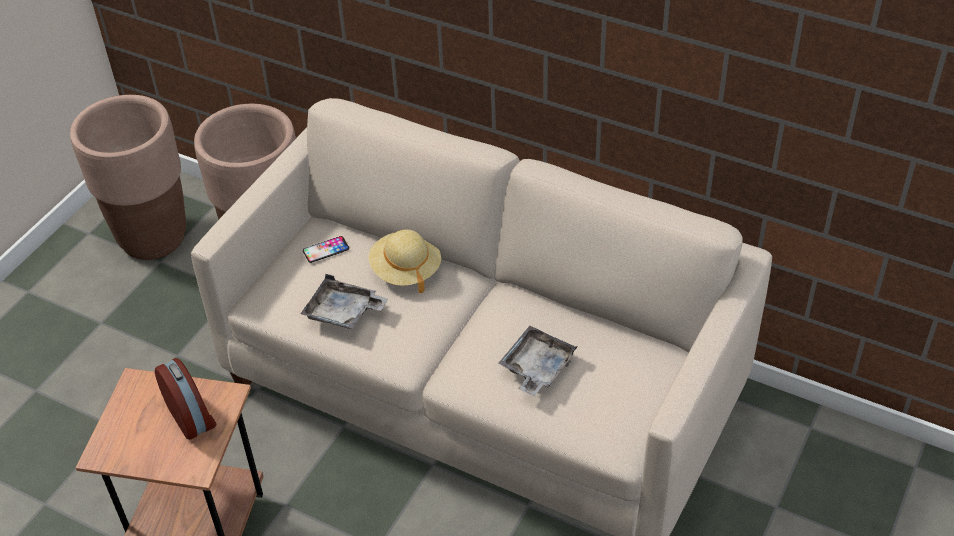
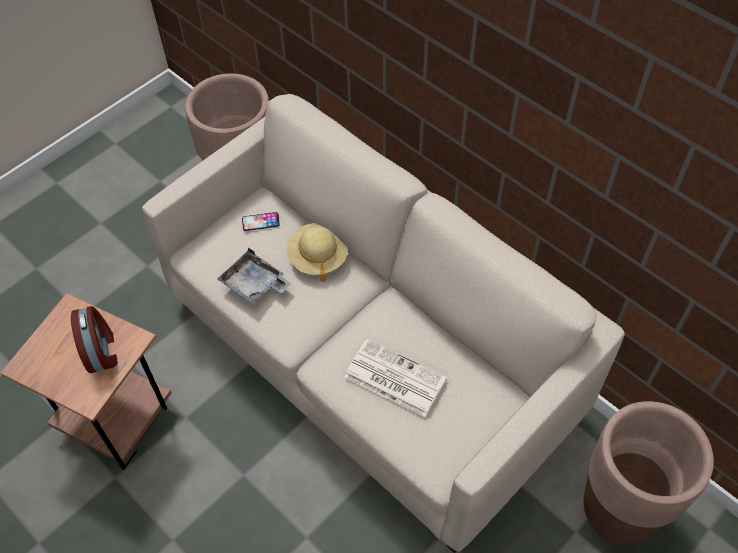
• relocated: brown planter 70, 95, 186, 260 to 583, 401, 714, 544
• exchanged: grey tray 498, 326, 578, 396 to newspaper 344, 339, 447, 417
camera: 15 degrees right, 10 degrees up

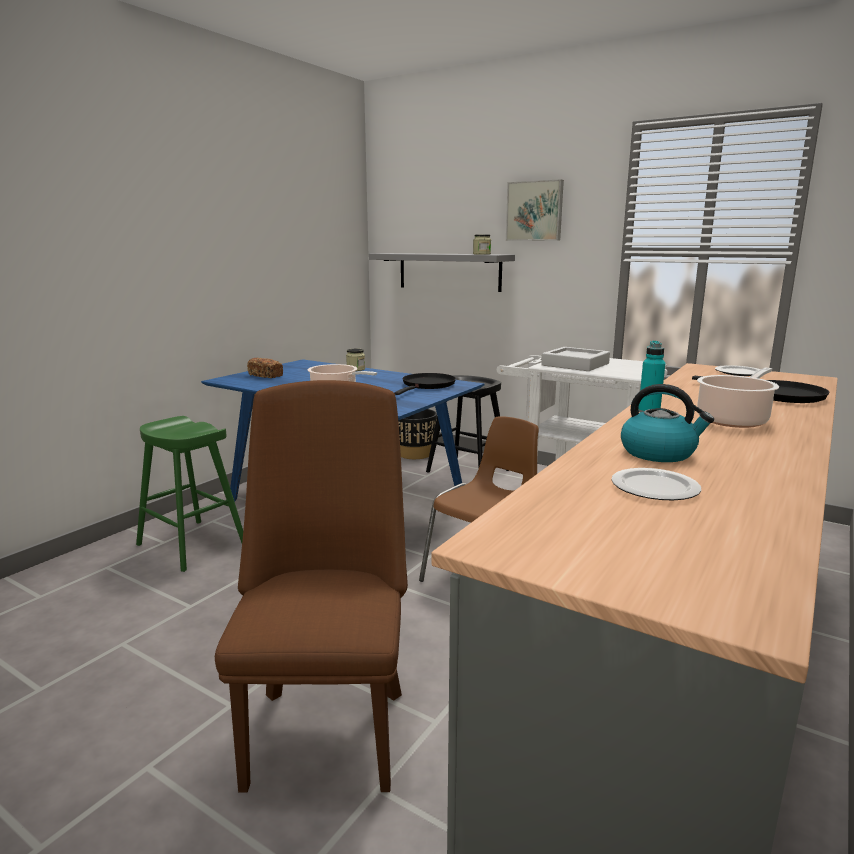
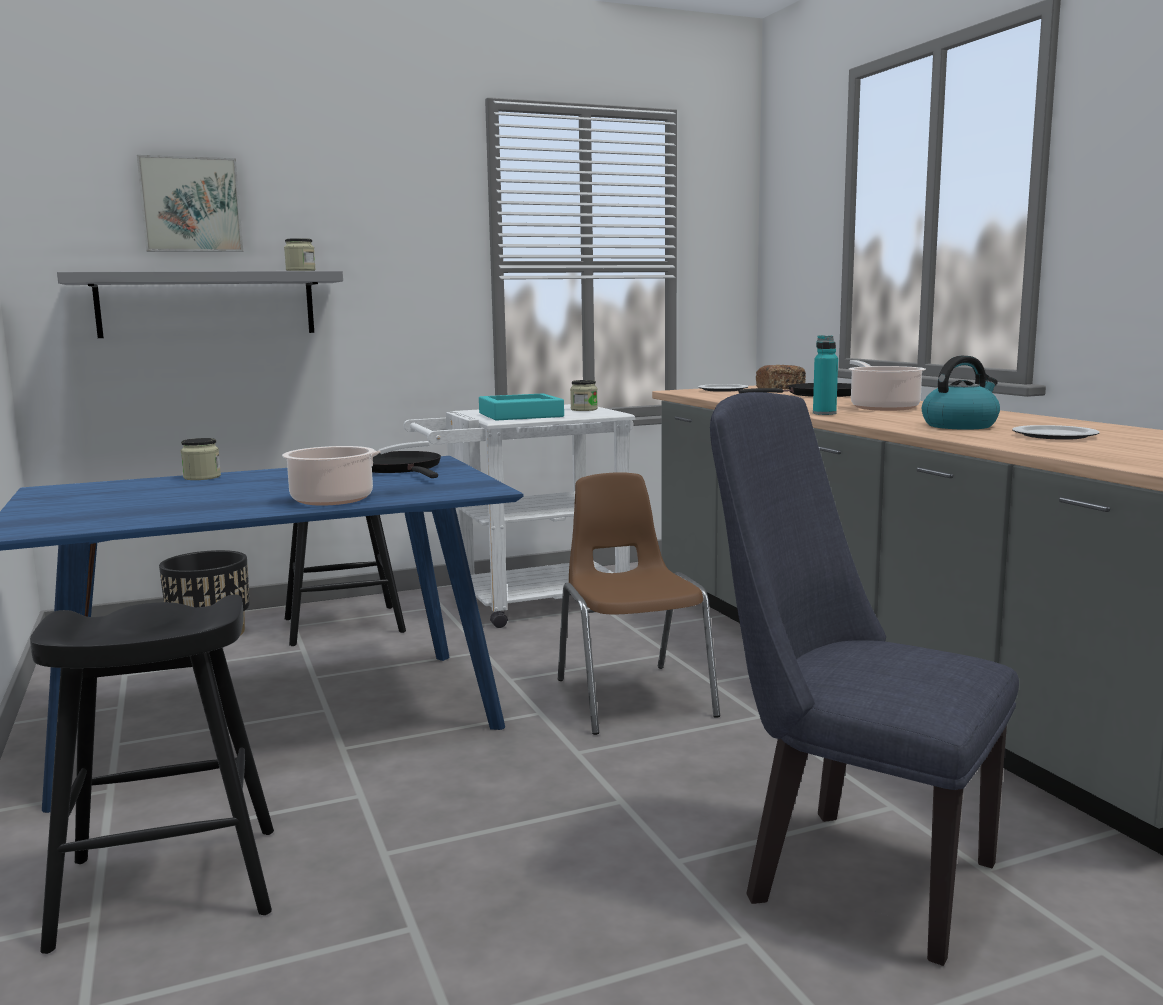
• colour: green stool 136, 416, 243, 572 to black stool 30, 594, 274, 954
• colour: brown chair 215, 380, 408, 793 to blue chair 710, 392, 1019, 966
• relocated: bread 247, 358, 283, 378 to 756, 365, 806, 389
• relocated: picture 506, 179, 564, 241 to 137, 155, 243, 252
• colour: grey tray 541, 347, 610, 371 to turquoise tray 479, 393, 564, 421
• appeared: jar 570, 380, 598, 411
camera: 55 degrees left, 5 degrees down

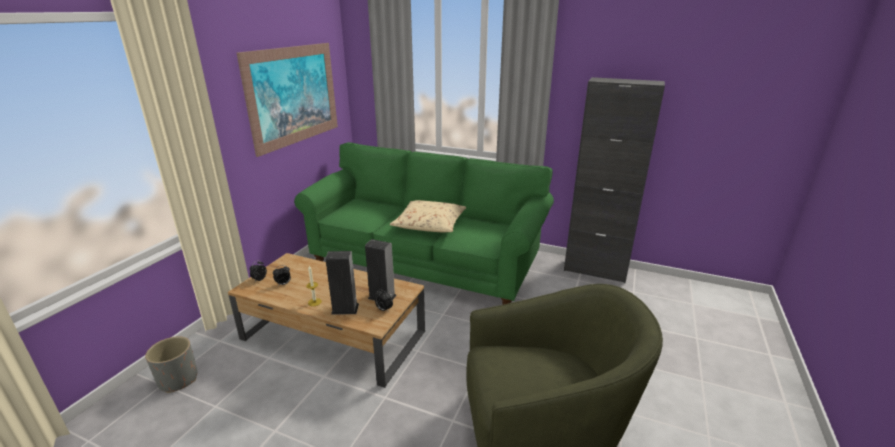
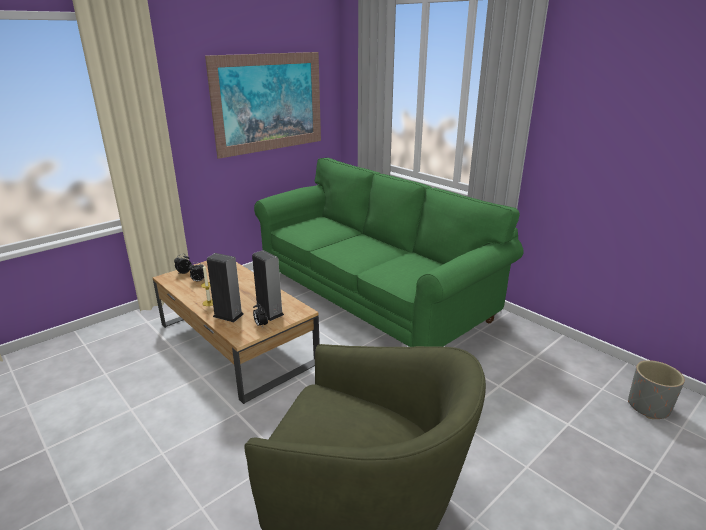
• relocated: grey planter 145, 336, 198, 393 to 628, 360, 685, 419
• missing: beige pillow 390, 200, 466, 233
• missing: black cabinet 564, 77, 665, 283
camera: 25 degrees right, 0 degrees up

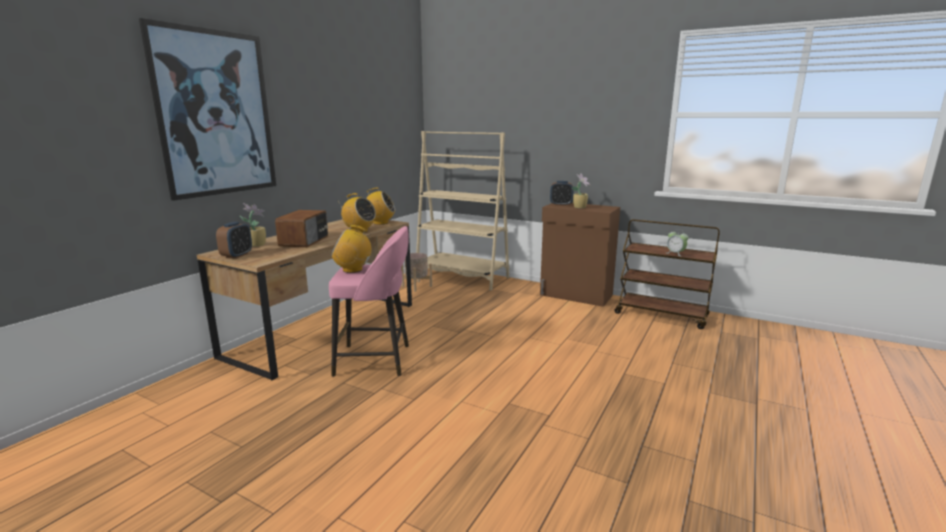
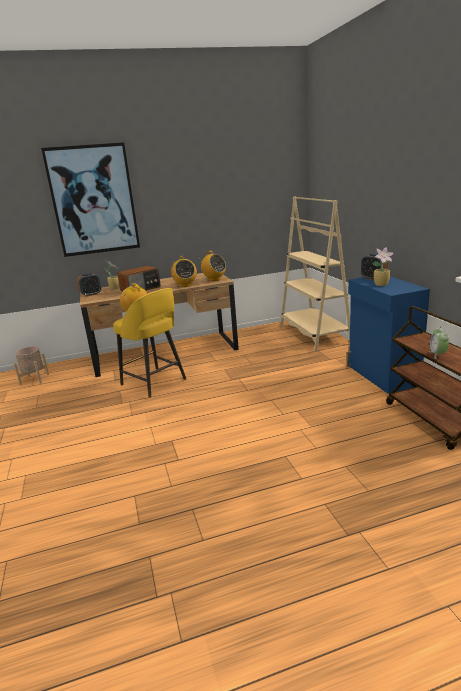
• colour: pink stool 329, 226, 409, 377 to yellow stool 113, 288, 186, 398
• relocated: beige planter 401, 253, 432, 292 to 14, 347, 49, 385
• colour: brown cabinet 540, 203, 620, 307 to blue cabinet 347, 276, 430, 394
camera: 45 degrees right, 5 degrees up

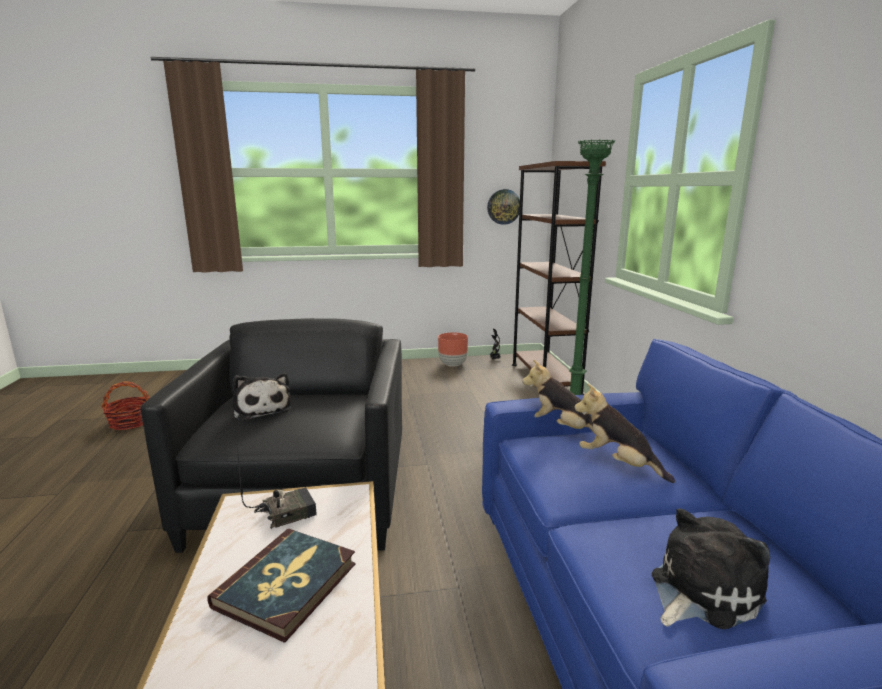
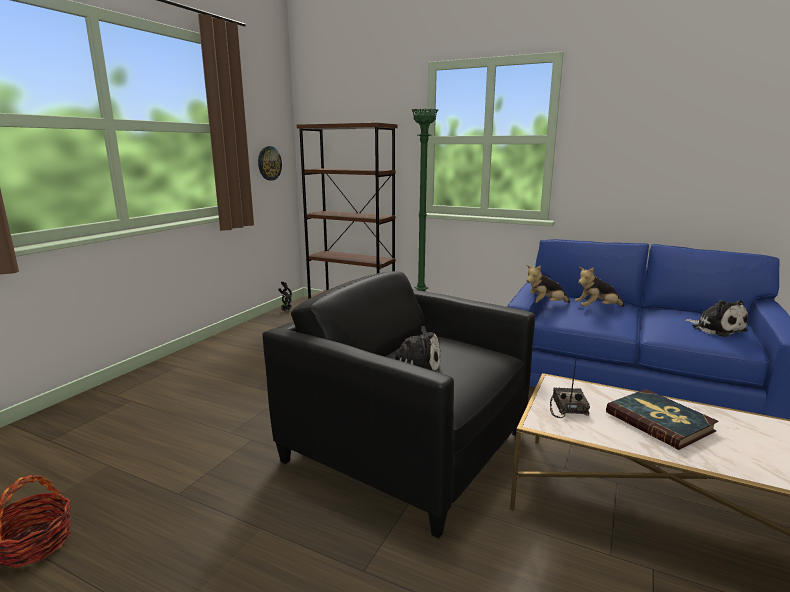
• missing: brown planter 438, 332, 468, 367
• spun: plush toy 652, 508, 770, 629 = 685, 300, 748, 337 150 degrees clockwise
camera: 55 degrees left, 0 degrees up

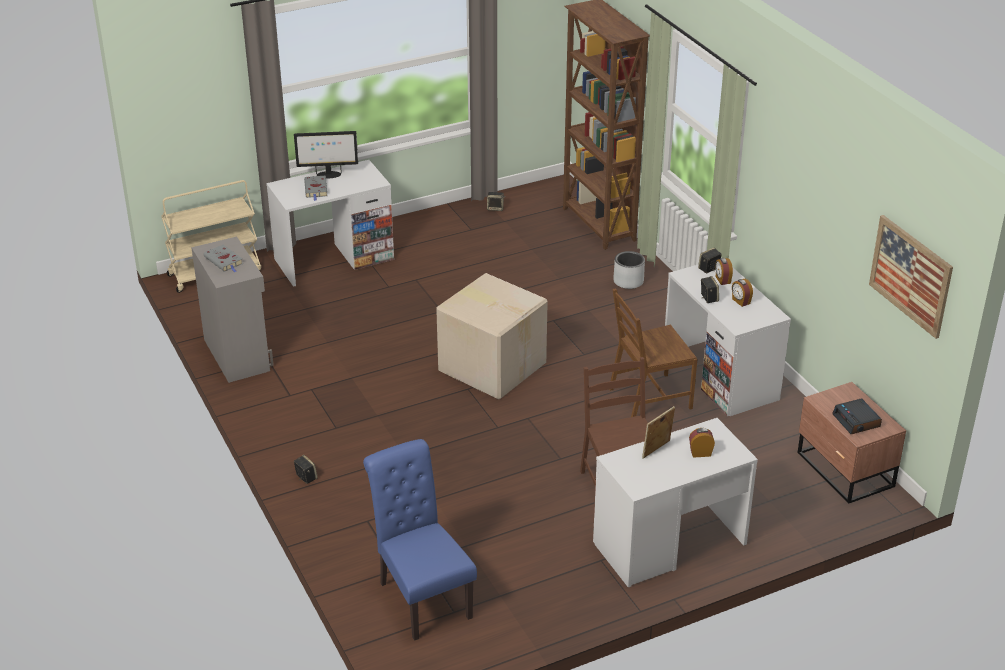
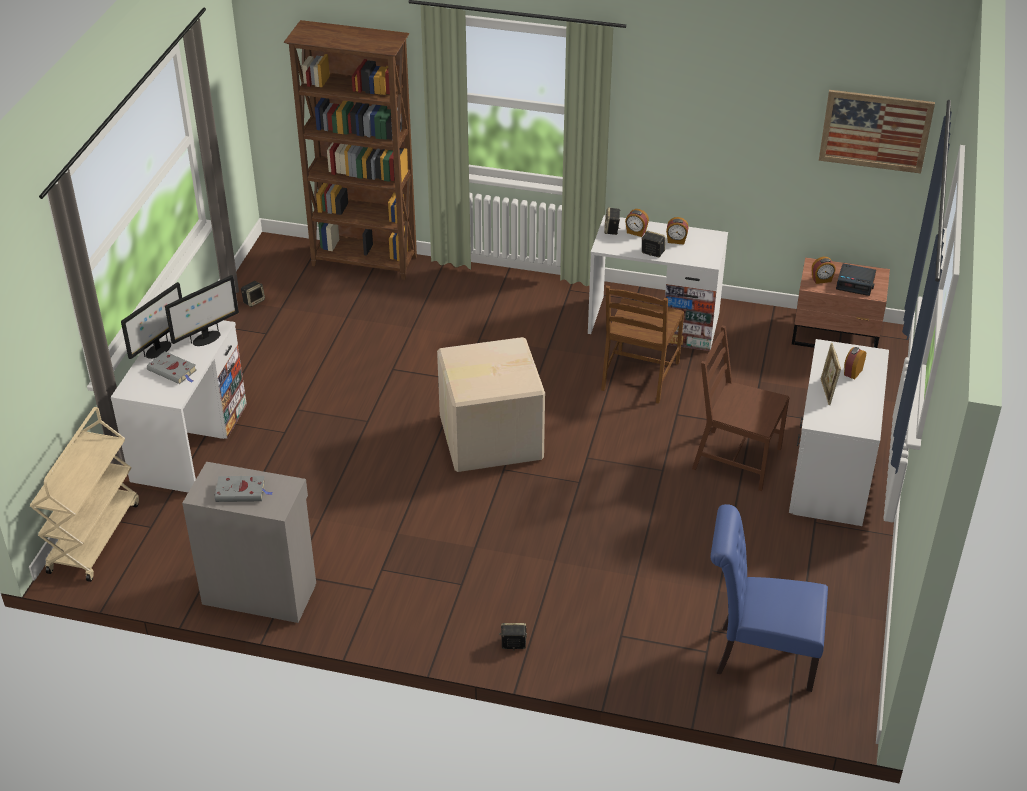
• missing: grey planter 613, 251, 645, 289
• appeared: monitor 165, 275, 239, 346
• appeared: alarm clock 812, 257, 836, 284
camera: 50 degrees left, 5 degrees up

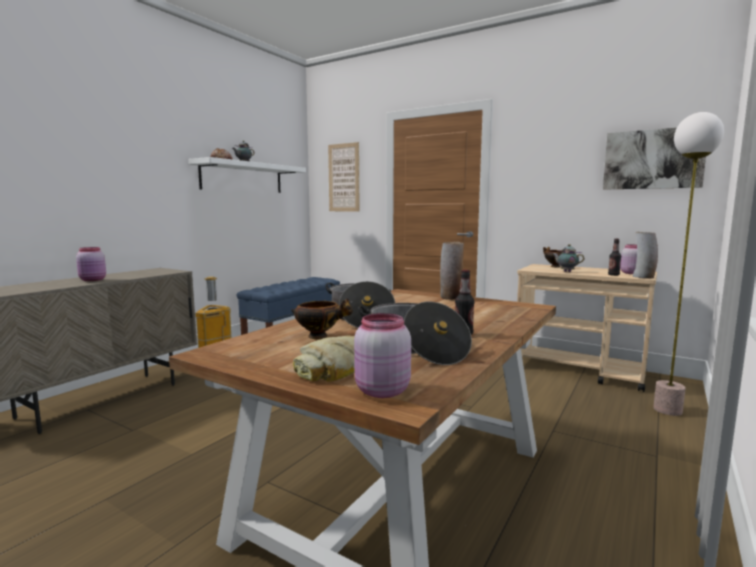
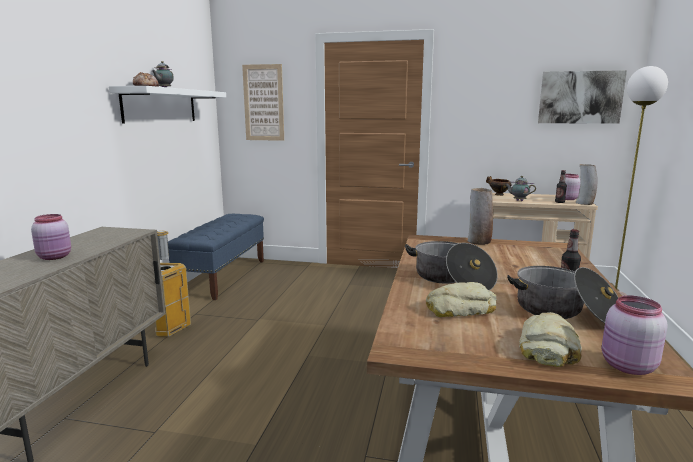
• exchanged: bowl 291, 298, 353, 339 to bread 426, 282, 497, 317
camera: 20 degrees left, 5 degrees up

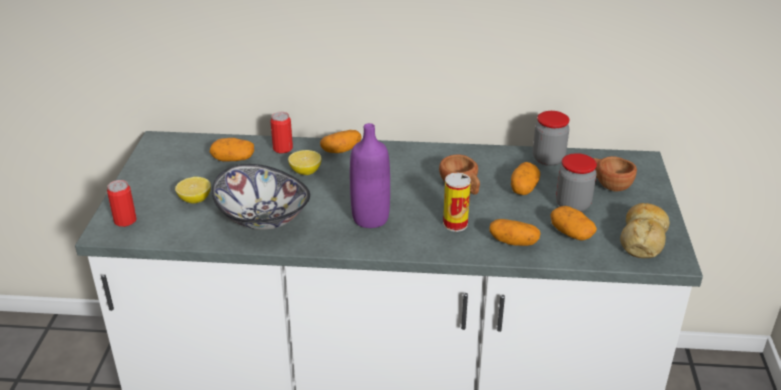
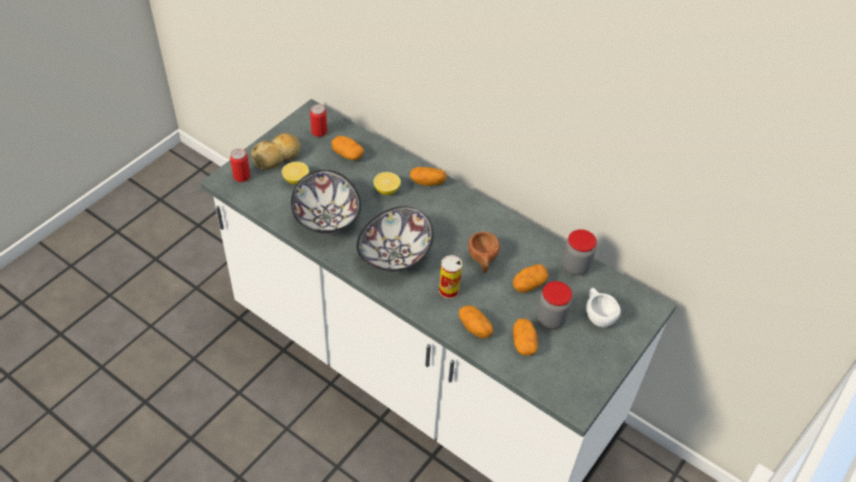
• relocated: can 270, 112, 293, 153 to 310, 104, 327, 137
• exchanged: purple bottle 350, 123, 390, 228 to bowl 356, 206, 434, 272
• colour: brown cup 593, 156, 637, 192 to white cup 586, 288, 621, 327
• relocated: bread 620, 203, 670, 258 to 251, 133, 301, 170
camera: 30 degrees right, 15 degrees up

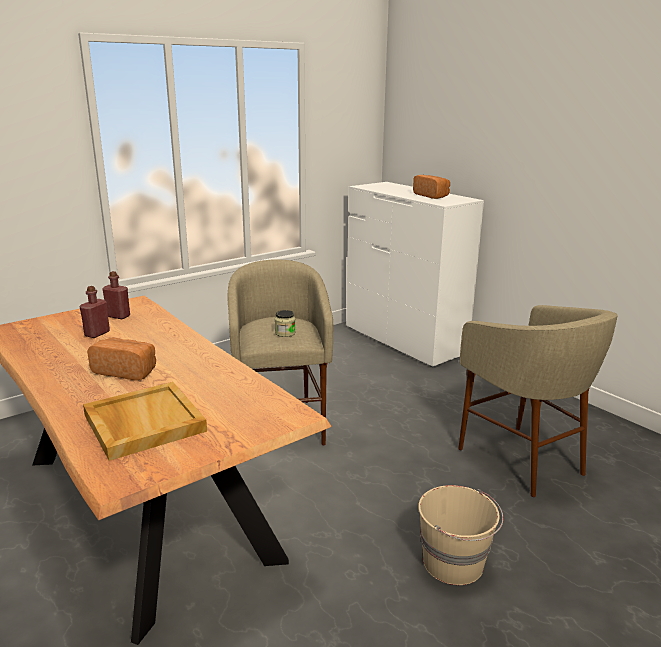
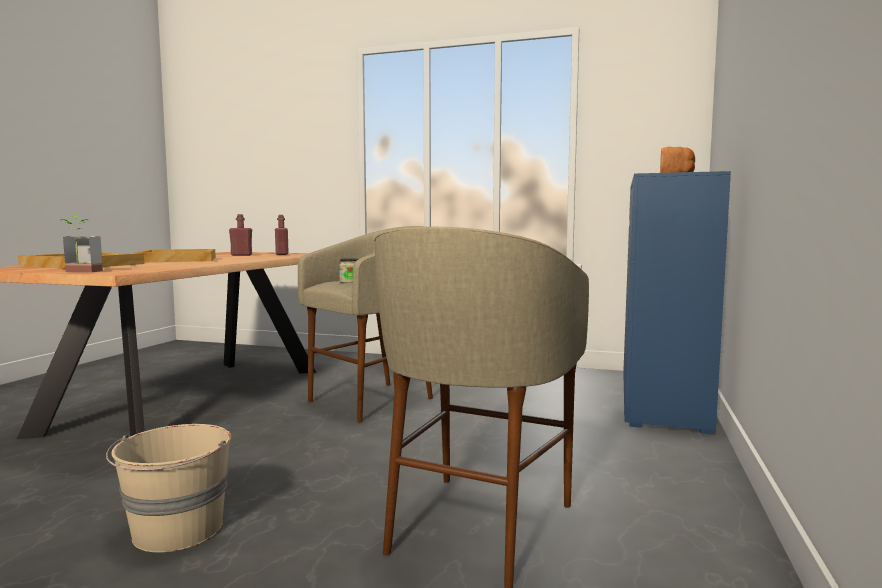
• exchanged: bread 87, 338, 156, 381 to beige tray 135, 249, 215, 262
• colour: white dresser 346, 182, 484, 368 to blue dresser 623, 171, 731, 435
• appeared: potted plant 62, 216, 103, 272
camera: 55 degrees right, 15 degrees down

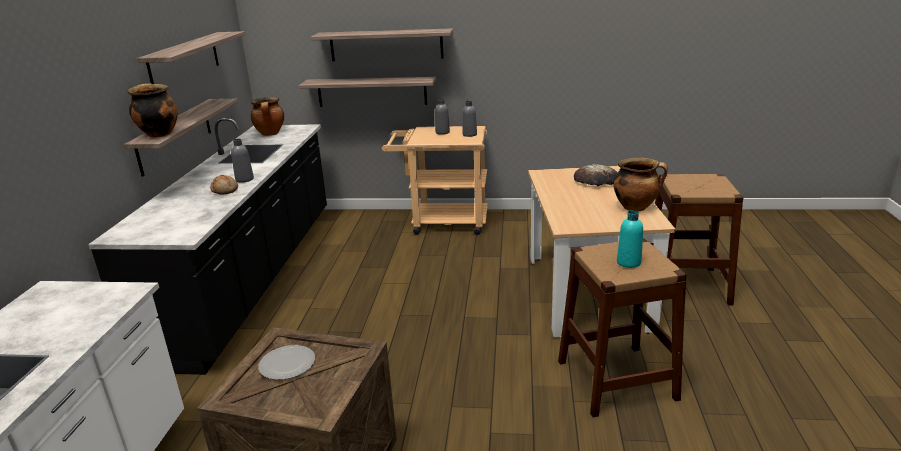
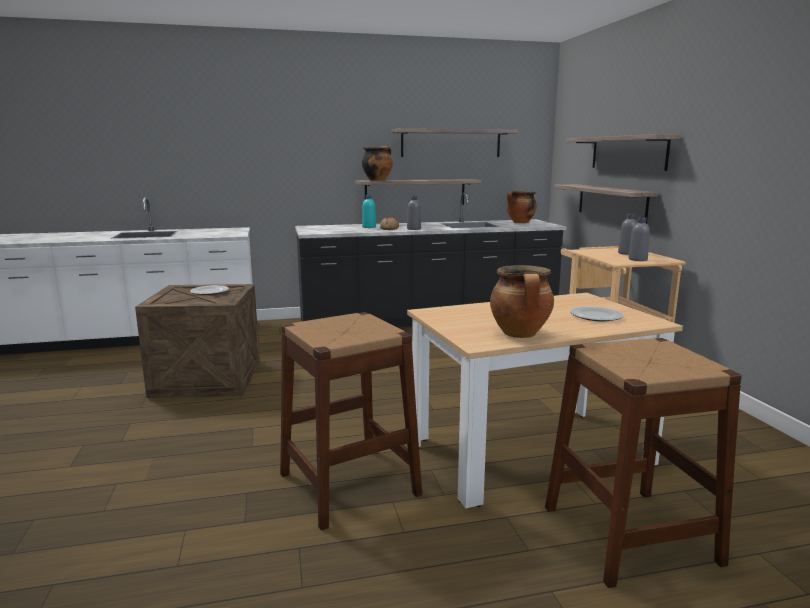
• exchanged: bread 574, 164, 618, 186 to plate 570, 306, 624, 322
• relocated: turquoise bottle 617, 210, 643, 268 to 362, 195, 376, 228
camera: 70 degrees right, 10 degrees down

